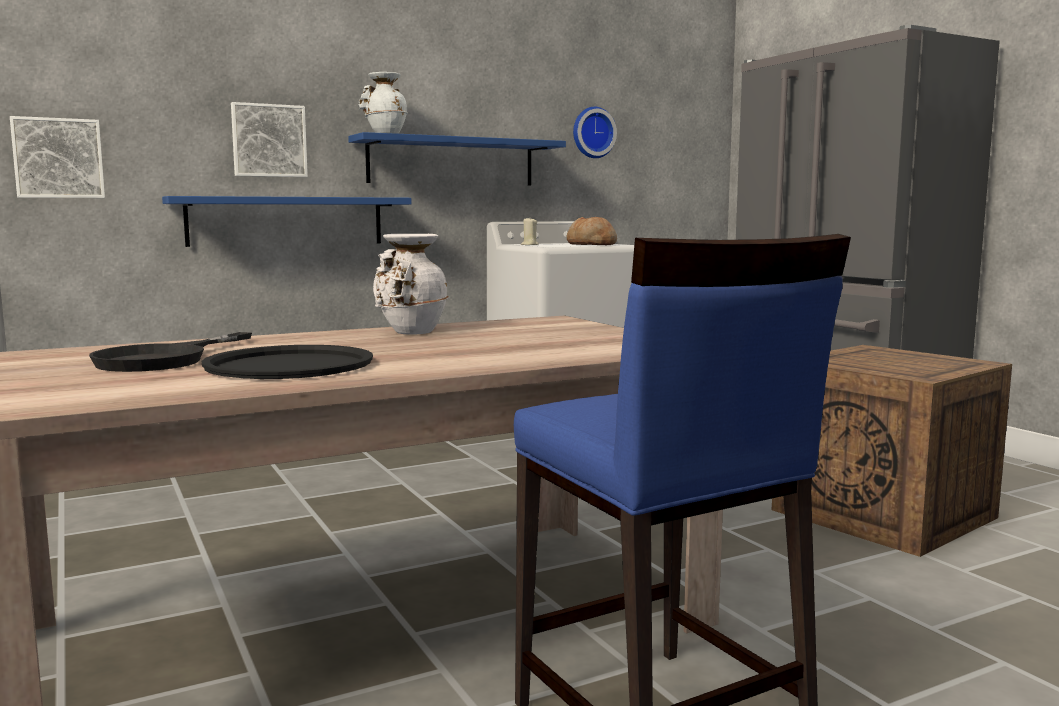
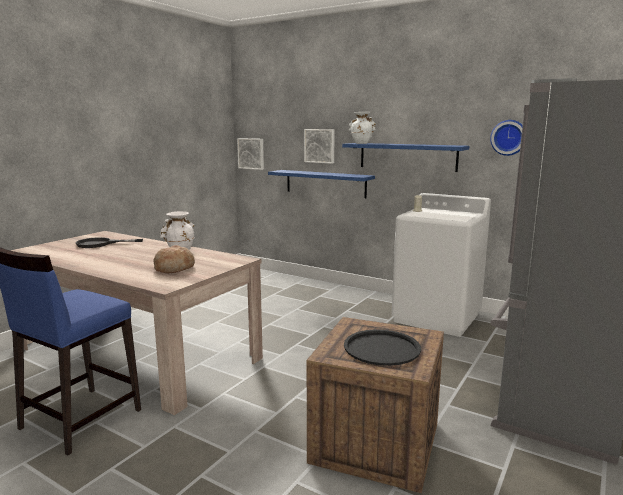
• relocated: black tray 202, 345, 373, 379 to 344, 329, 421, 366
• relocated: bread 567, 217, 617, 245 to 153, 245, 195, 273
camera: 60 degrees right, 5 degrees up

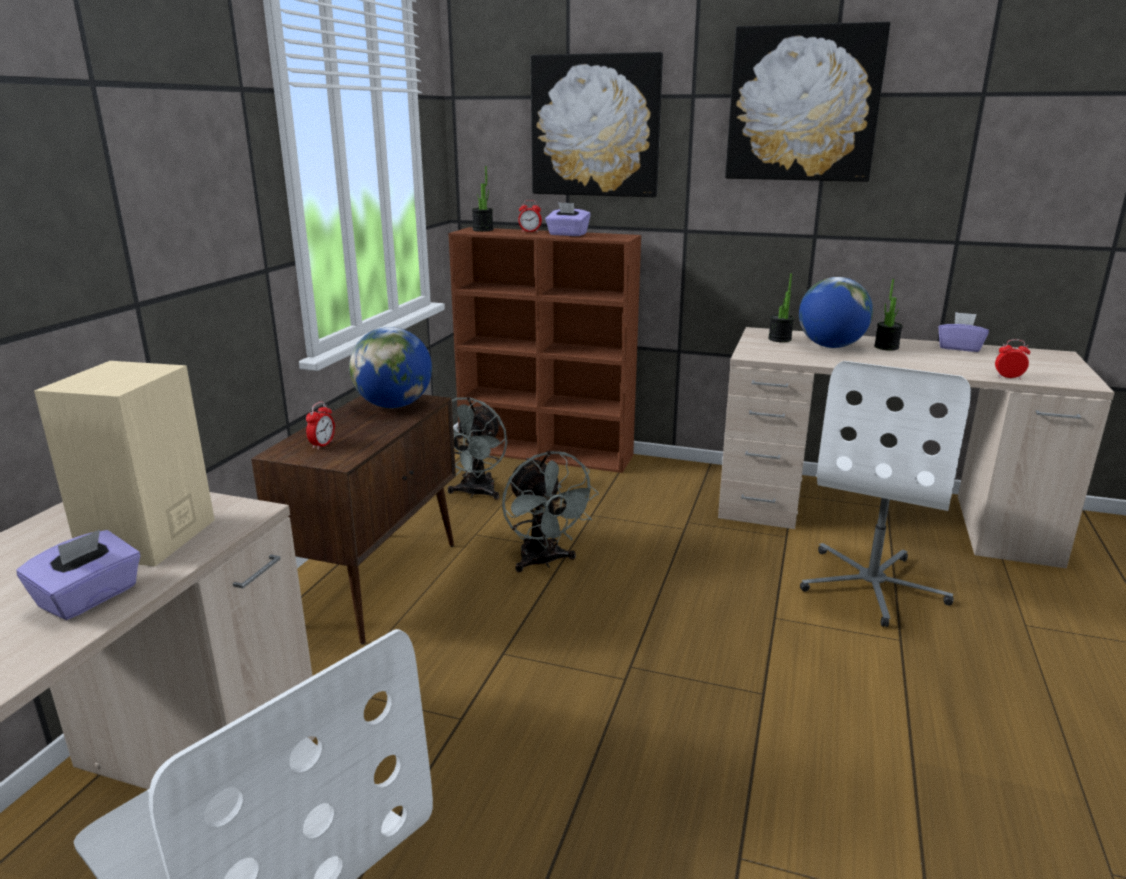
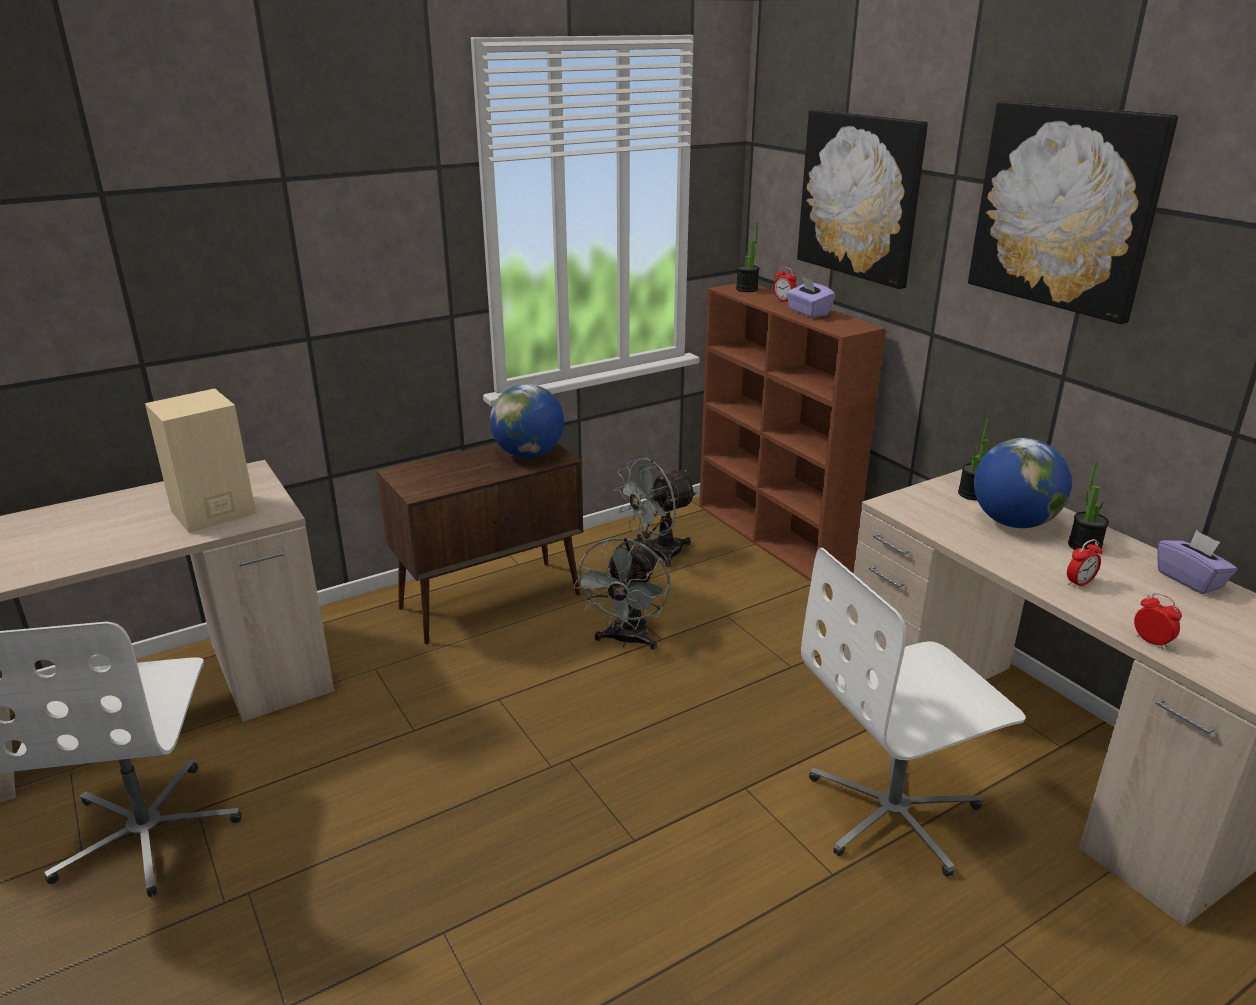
• missing: purple tissue box 16, 530, 141, 620
• relocated: alarm clock 306, 402, 335, 450 to 1067, 539, 1103, 588
camera: 40 degrees right, 5 degrees up

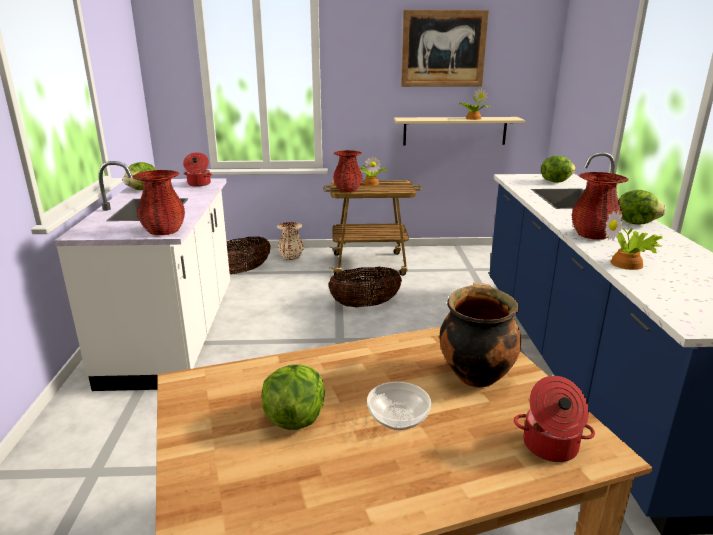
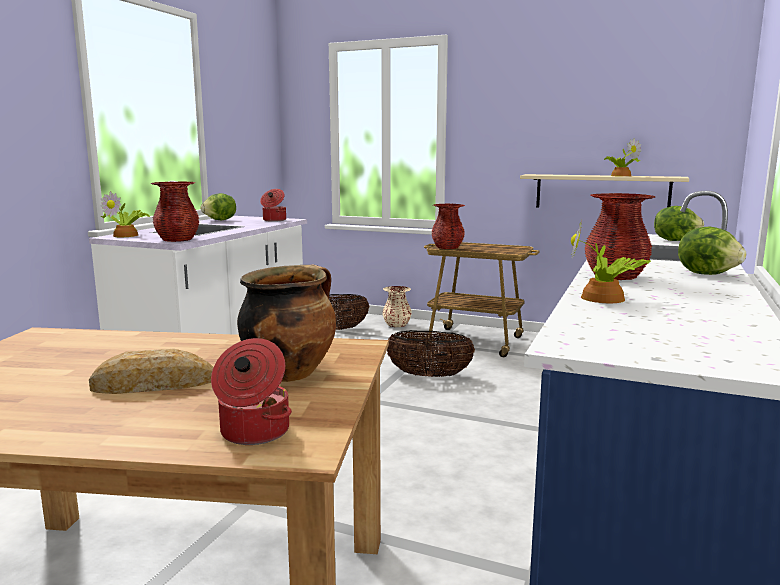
• missing: lettuce 261, 364, 325, 430
• relocated: potted plant 359, 156, 388, 185 to 100, 191, 150, 237
• exchanged: bowl 367, 382, 431, 430 to bread 89, 349, 214, 394
• missing: picture 401, 10, 489, 87
camera: 25 degrees right, 10 degrees down

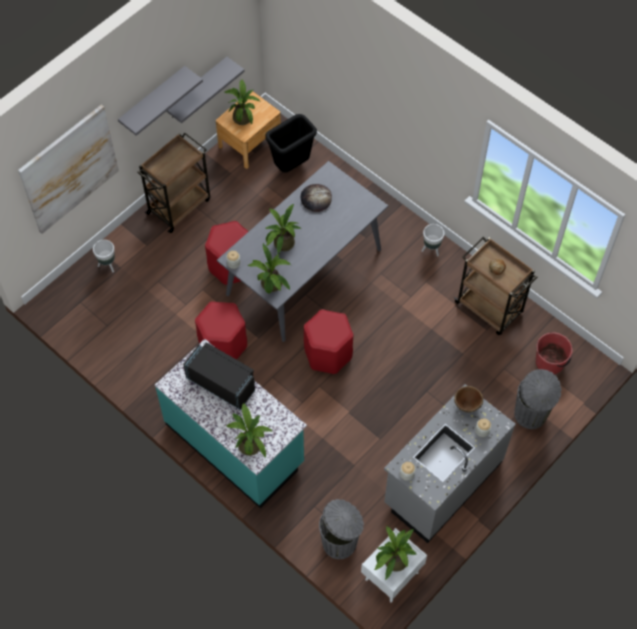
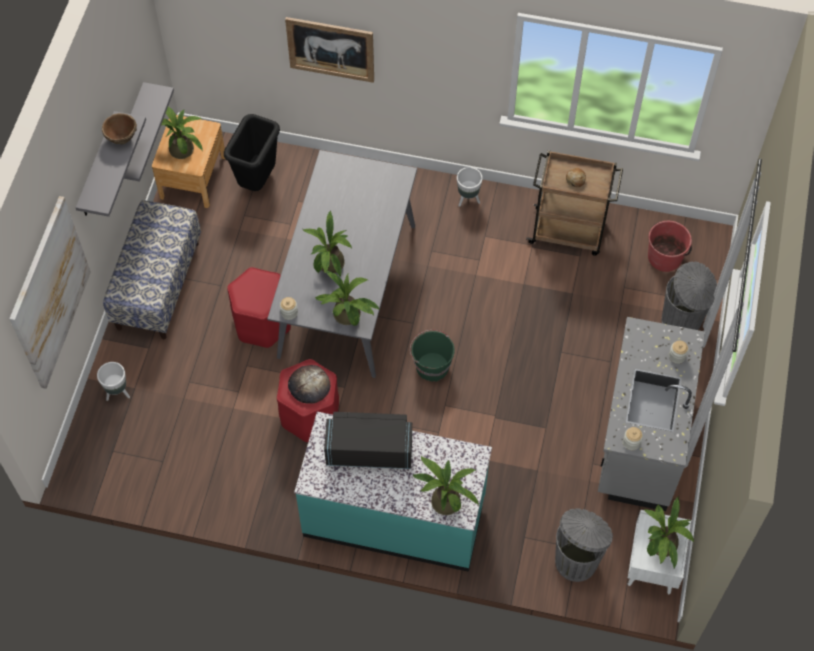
• exchanged: brown cart 137, 133, 210, 233 to bench 103, 200, 201, 339
• relocated: bread 301, 184, 332, 212 to 288, 365, 330, 404
• exchanged: red stool 304, 309, 353, 374 to green bucket 410, 330, 455, 382
• relocated: brown bowl 454, 386, 483, 412 to 102, 113, 137, 144
• appeared: picture 285, 17, 374, 83
camera: 30 degrees left, 0 degrees up

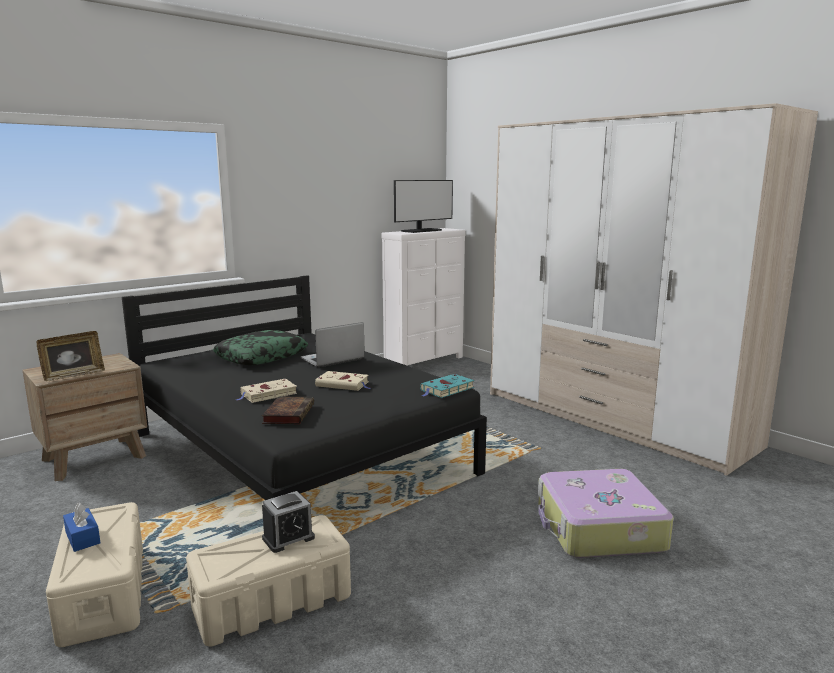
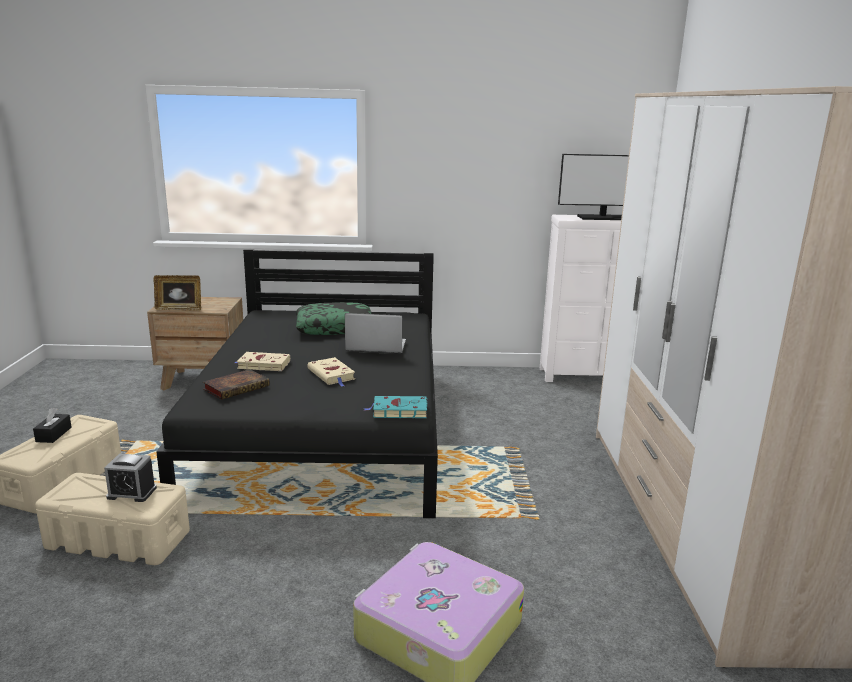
• colour: blue tissue box 63, 503, 101, 552 to black tissue box 33, 408, 71, 443
camera: 40 degrees right, 5 degrees up

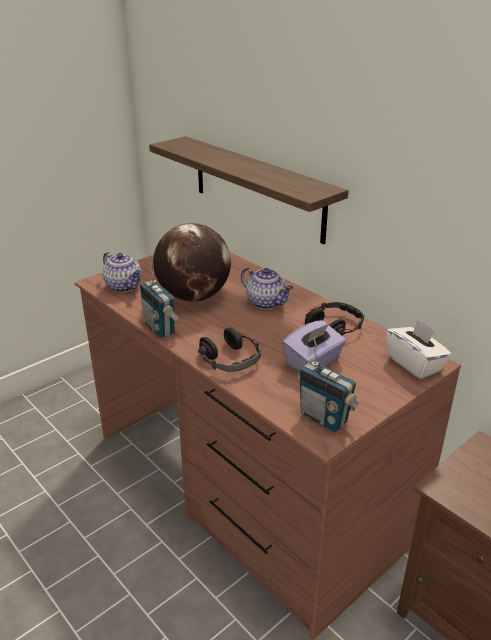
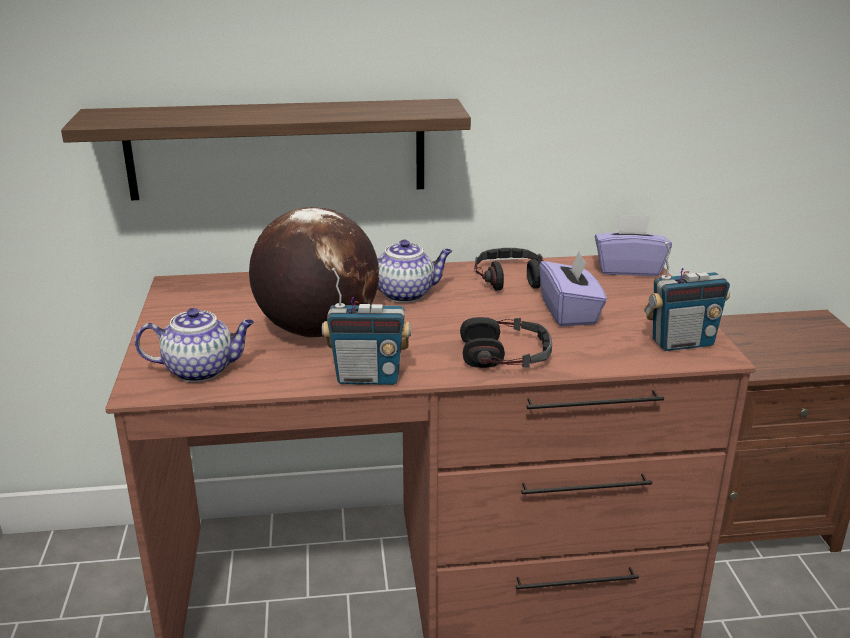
• colour: white tissue box 386, 319, 452, 379 to purple tissue box 595, 214, 672, 276
camera: 55 degrees left, 5 degrees down

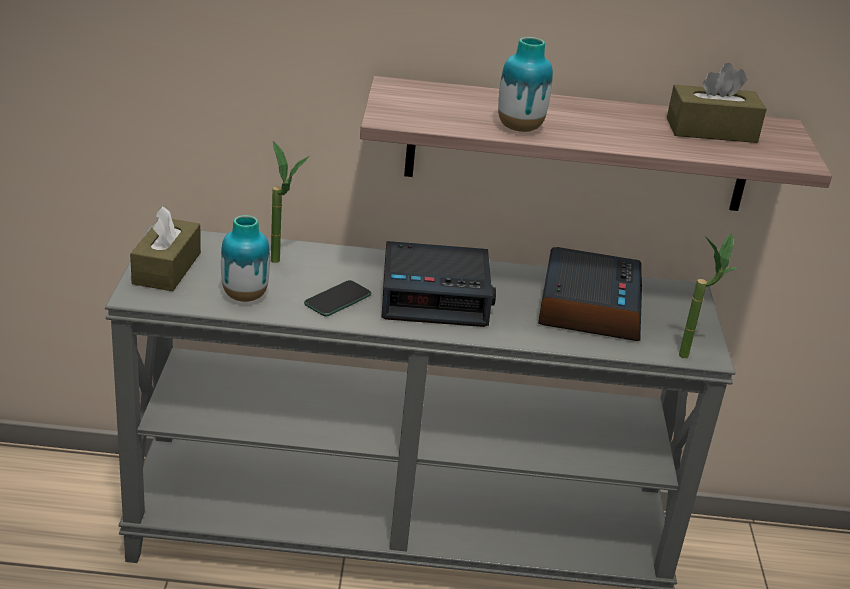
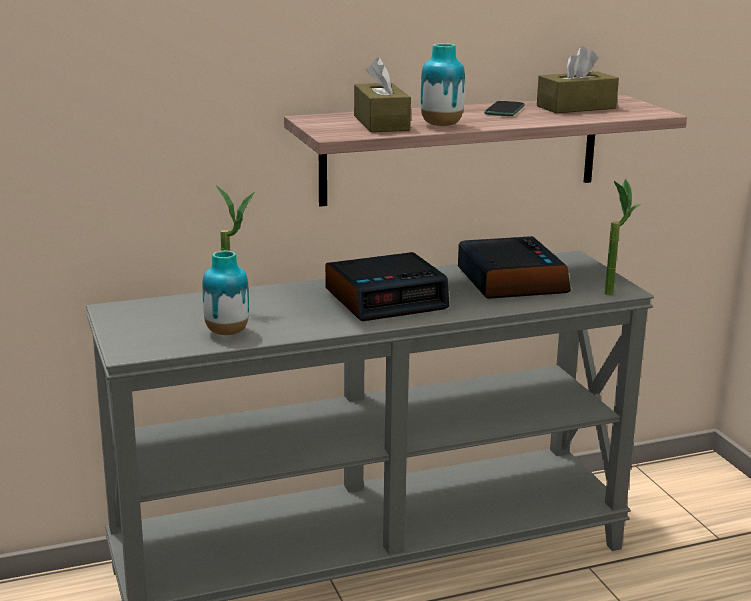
• relocated: brown tissue box 130, 206, 201, 291 to 354, 57, 411, 132
• relocated: phone 304, 280, 371, 317 to 484, 101, 525, 116
camera: 20 degrees left, 10 degrees down

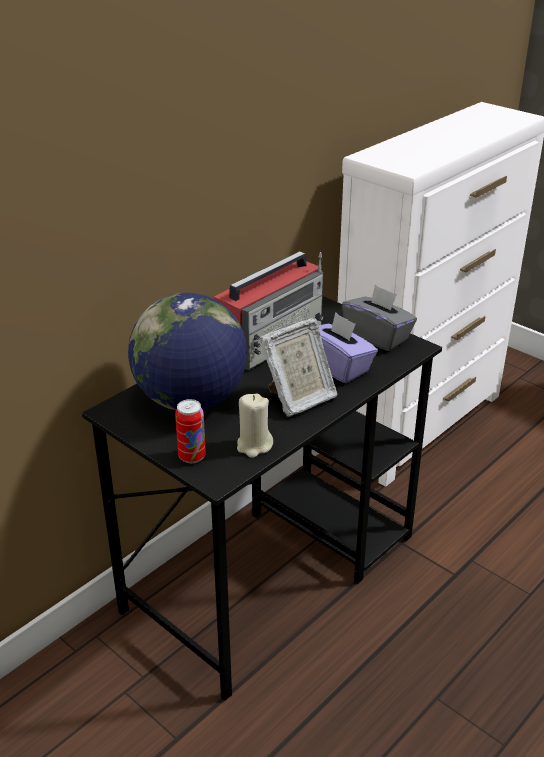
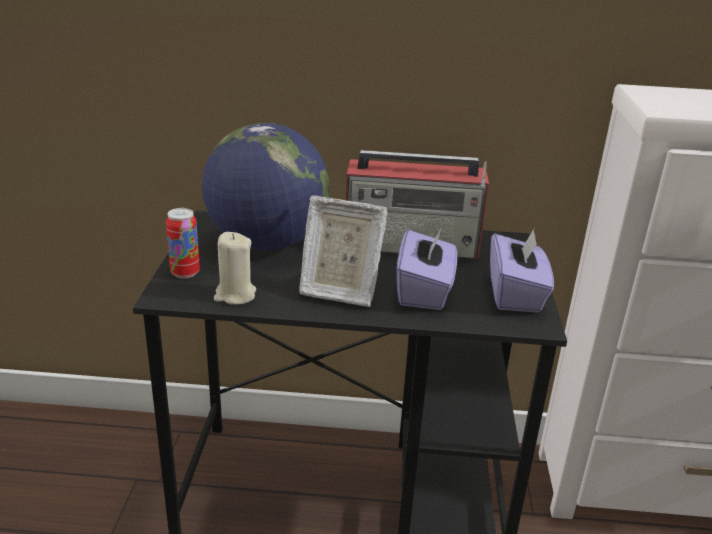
• colour: grey tissue box 342, 285, 417, 351 to purple tissue box 490, 229, 554, 313
camera: 50 degrees right, 5 degrees down

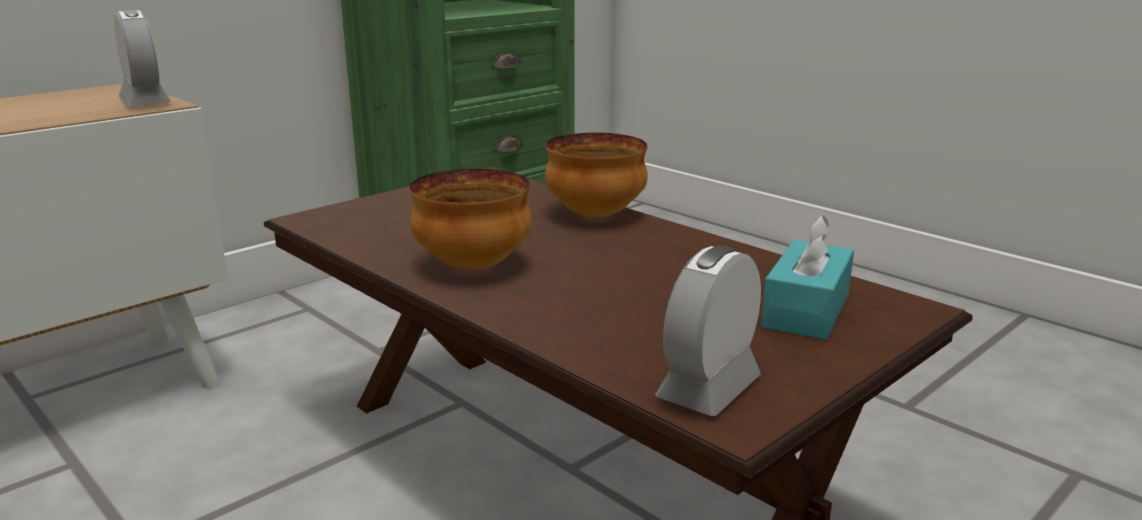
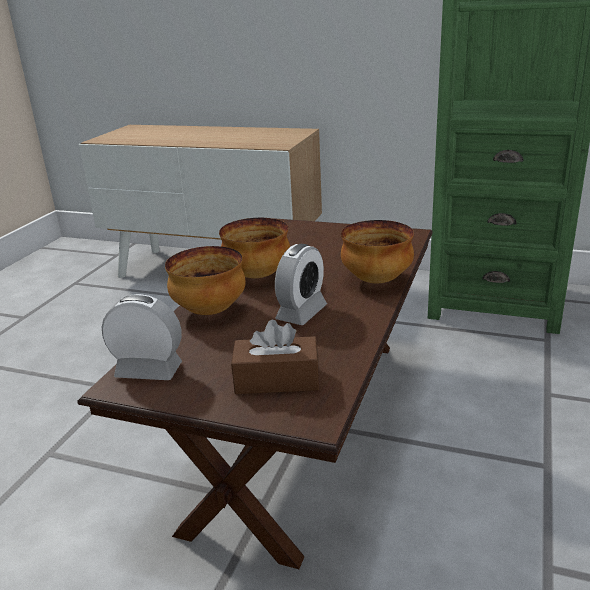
• relocated: alarm clock 114, 10, 172, 106 to 275, 244, 327, 325
• colour: turquoise tissue box 761, 215, 854, 340 to brown tissue box 231, 320, 319, 394
• appeared: bowl 165, 246, 246, 315
camera: 65 degrees right, 5 degrees up

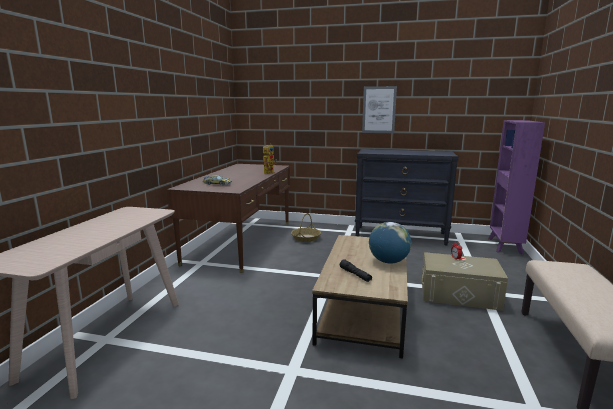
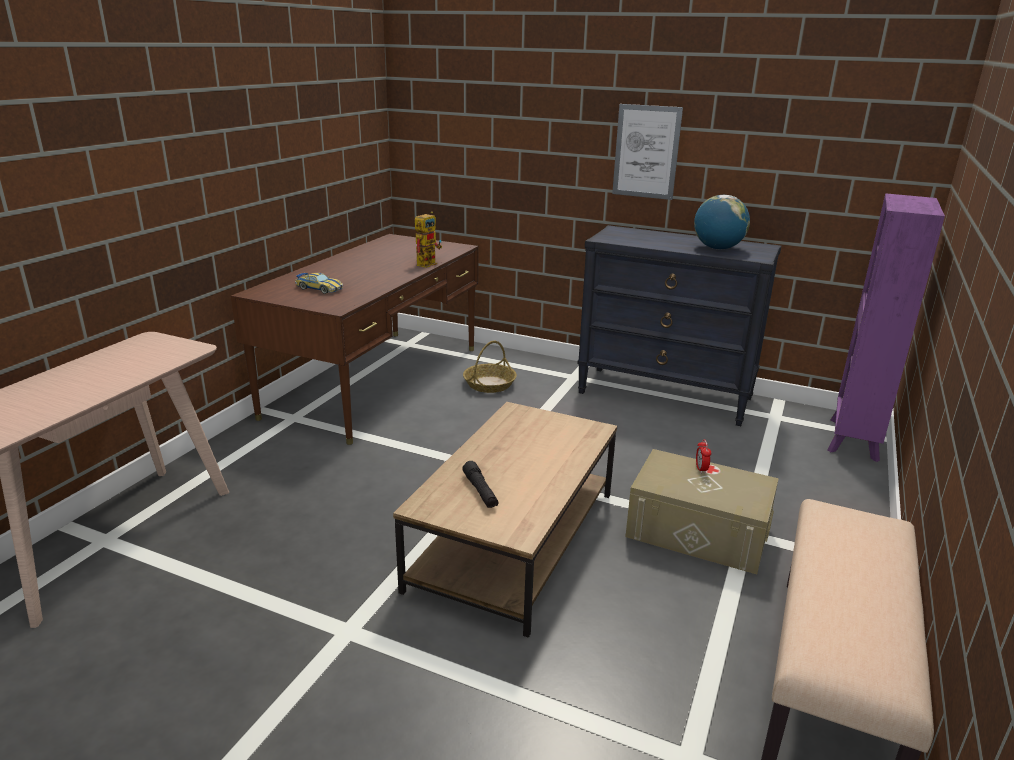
• relocated: globe 369, 222, 411, 264 to 694, 195, 750, 250
camera: 10 degrees right, 10 degrees up

